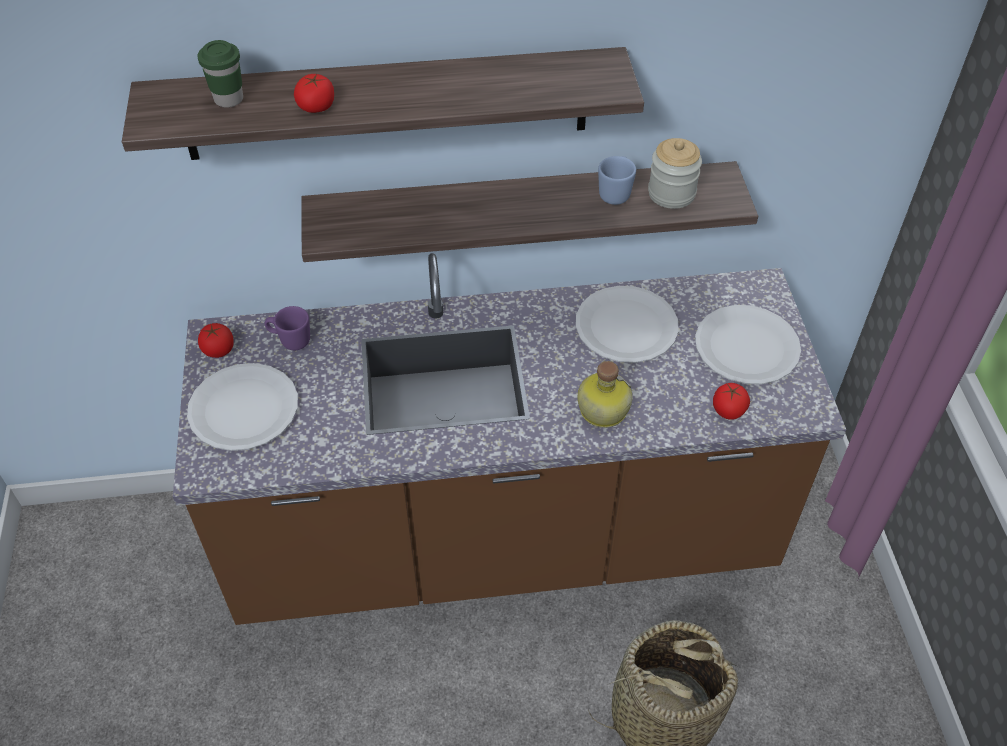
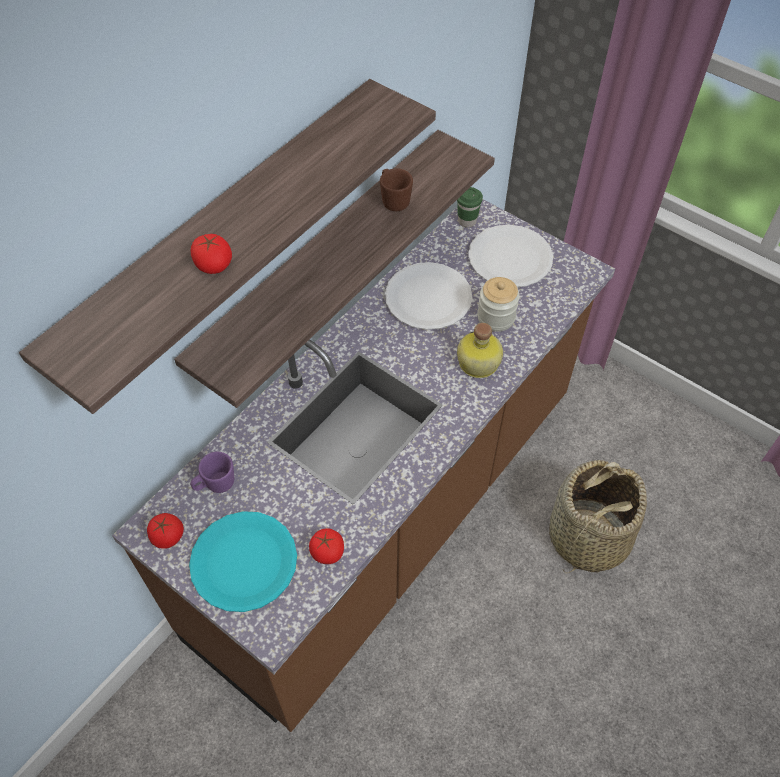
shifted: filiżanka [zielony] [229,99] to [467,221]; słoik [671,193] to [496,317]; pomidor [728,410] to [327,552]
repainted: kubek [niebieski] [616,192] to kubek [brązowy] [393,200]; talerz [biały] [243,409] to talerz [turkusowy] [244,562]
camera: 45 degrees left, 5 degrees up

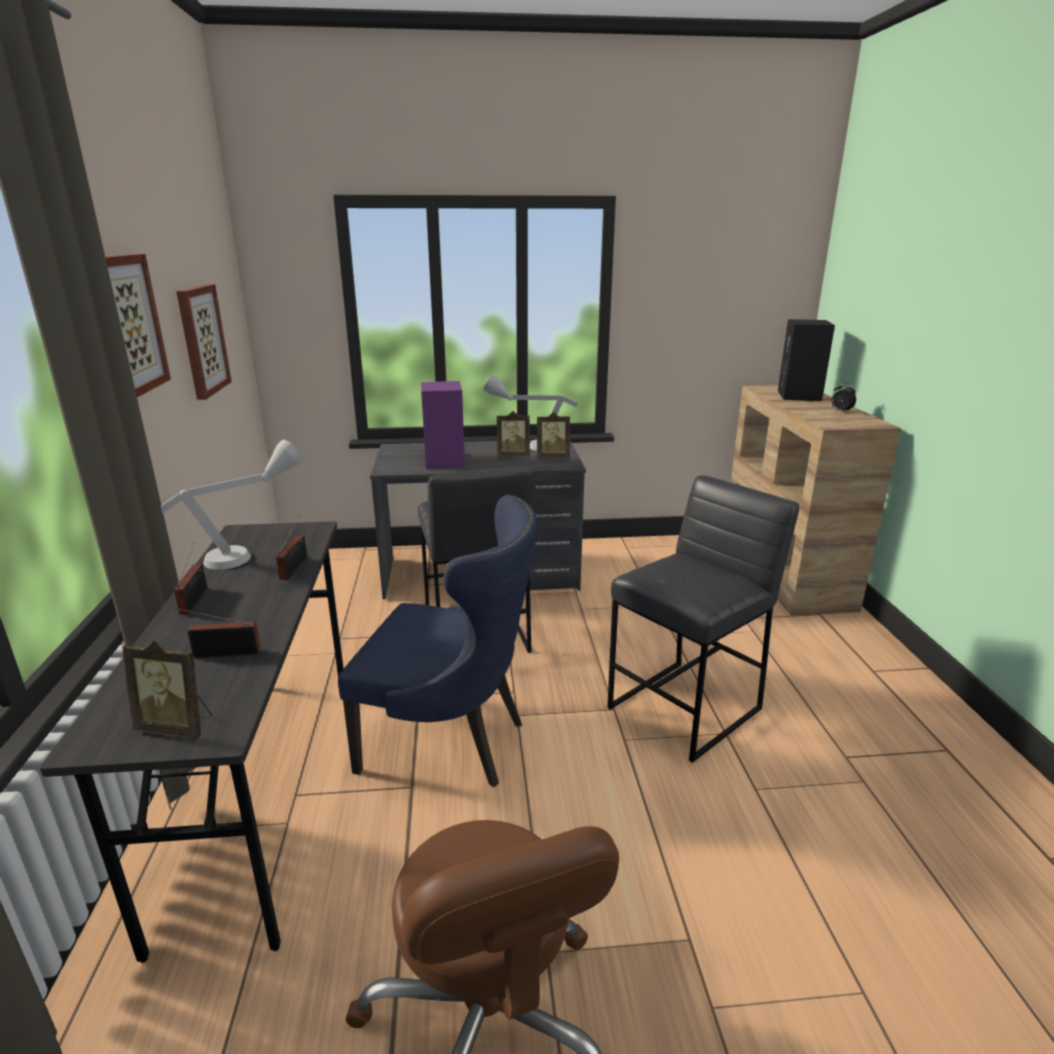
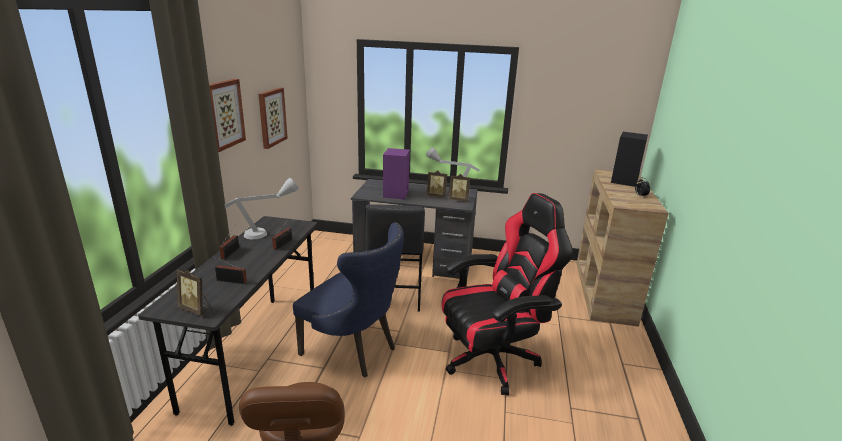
swapped: stołek [szary] [686,707] to krzesło biurowe [czarny] [491,360]
camera: 15 degrees right, 0 degrees up

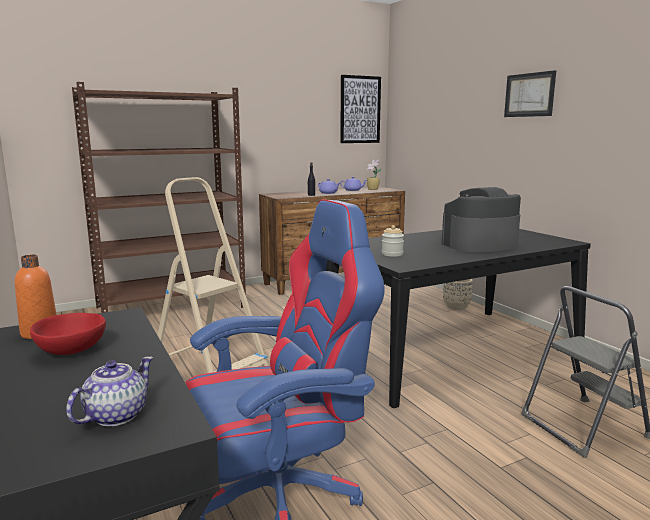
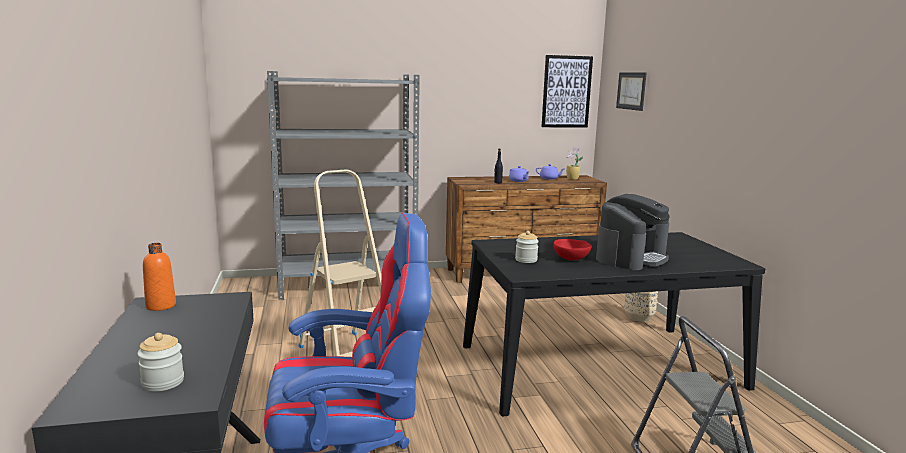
shifted: obraz [529,95] to [631,91]; miska [czerwony] [71,351] to [571,259]
swapped: imbryk [115,416] to słoik [163,382]
repainted: regał [brązowy] [171,307] to regał [szary] [347,284]
rotated: ekspres do kawy [479,245] = [631,257] 135 degrees clockwise
camera: 15 degrees right, 0 degrees up

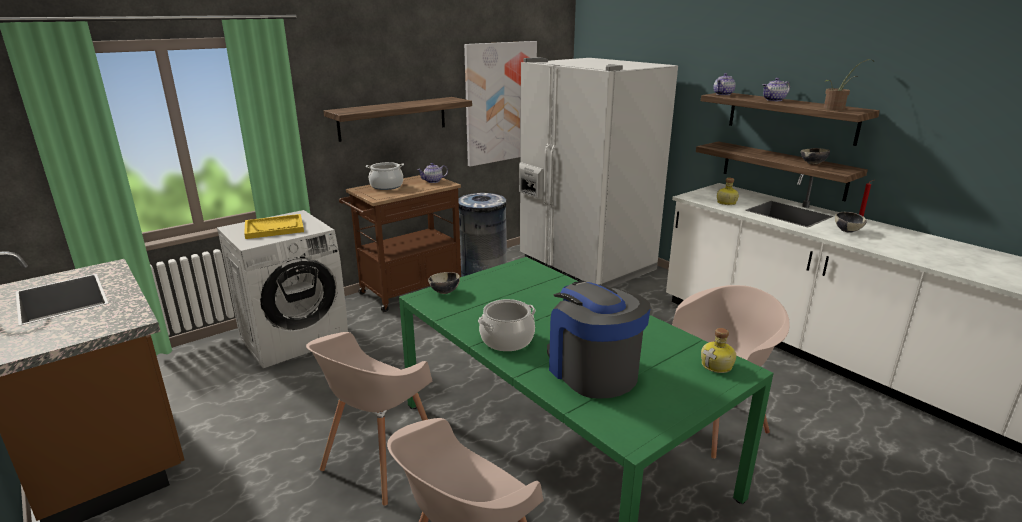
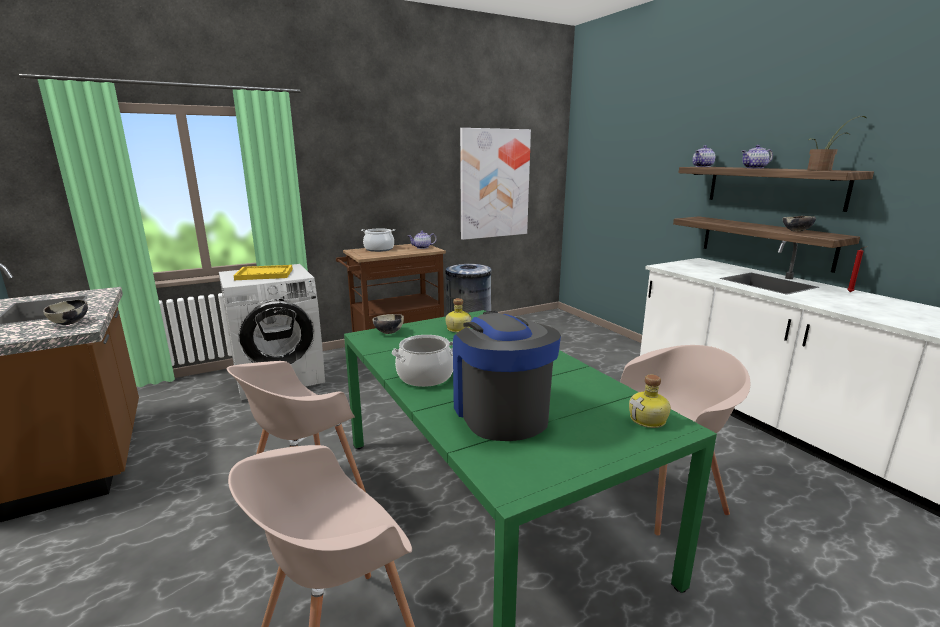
gone: lodówka [biały] [586,263]; półka [393,118]
shifted: butelka [725,202] to [457,329]; miska [847,230] to [70,323]
camera: 10 degrees right, 5 degrees down

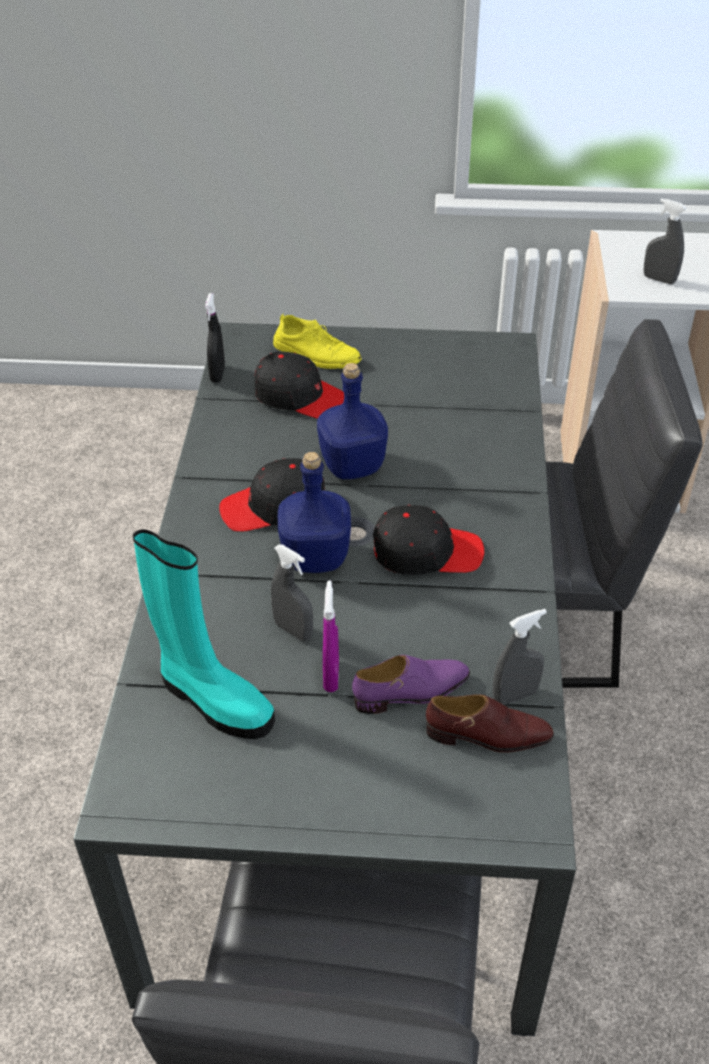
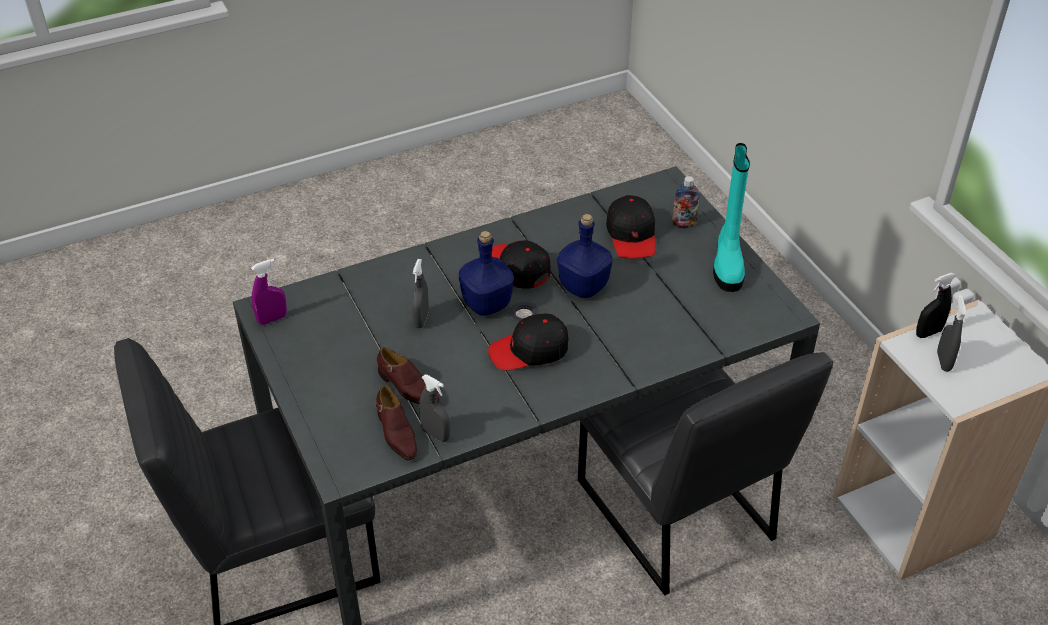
shifted: spryskiwacz [czarny] [217,374] to [928,333]; but z cholewką [turkusowy] [213,700] to [727,263]; spryskiwacz [fioletowy] [331,676] to [272,319]
swapped: but [żółty] [316,354] to butelka [683,224]
repainted: but [fioletowy] [411,692] to but [brązowy] [408,388]
rotated: czapka z daszkiem [czarny] [426,551] = [529,350] 105 degrees clockwise
camera: 60 degrees right, 0 degrees up

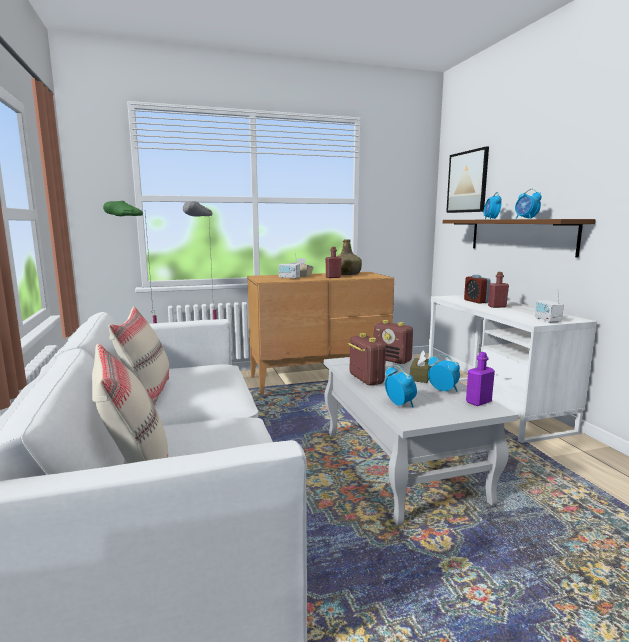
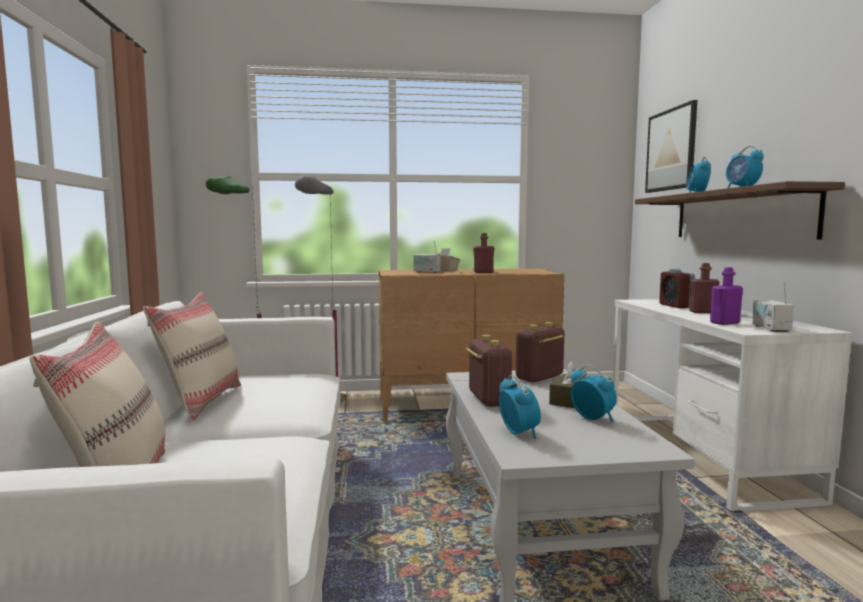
gone: butelka [zielony] [347,274]
shifted: butelka [fioletowy] [478,402] to [724,323]
rotated: radio [392,360] = [539,378] 90 degrees clockwise
camera: 10 degrees right, 5 degrees down

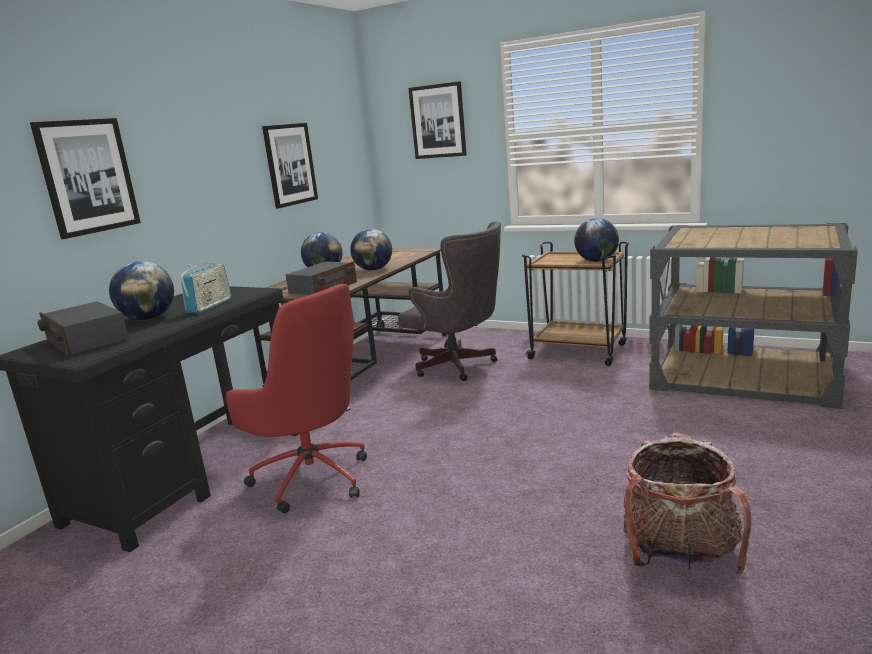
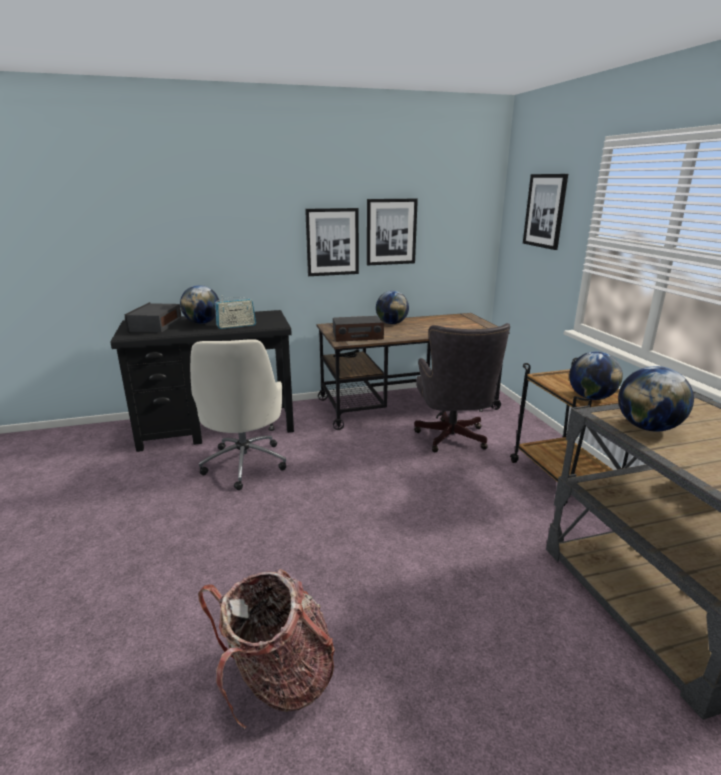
shifted: obraz [87,176] to [332,242]; globus [373,269] to [647,427]
repainted: krzesło biurowe [czerwony] [313,479] to krzesło biurowe [beżowy] [245,464]
camera: 45 degrees right, 5 degrees up

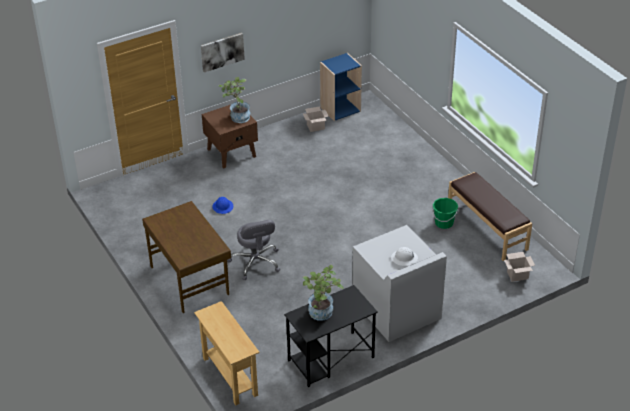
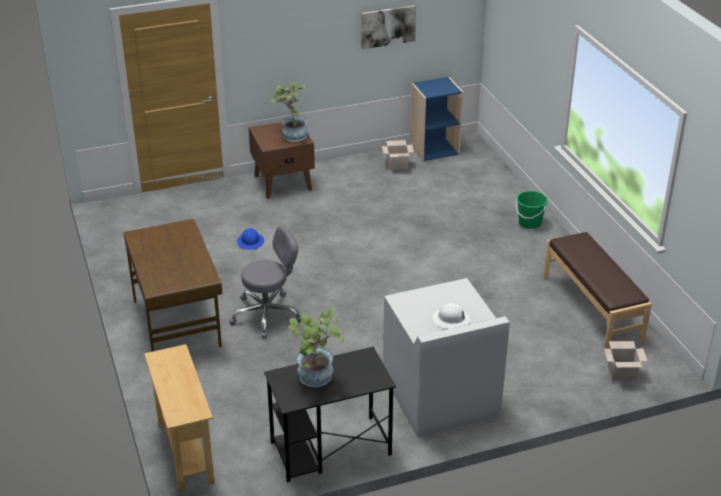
shifted: obraz [222,52] to [388,26]; wiadro [zielony] [444,223] to [529,223]
rotated: krzesło biurowe [szary] [256,264] = [269,314] 105 degrees counterclockwise
camera: 10 degrees right, 5 degrees down

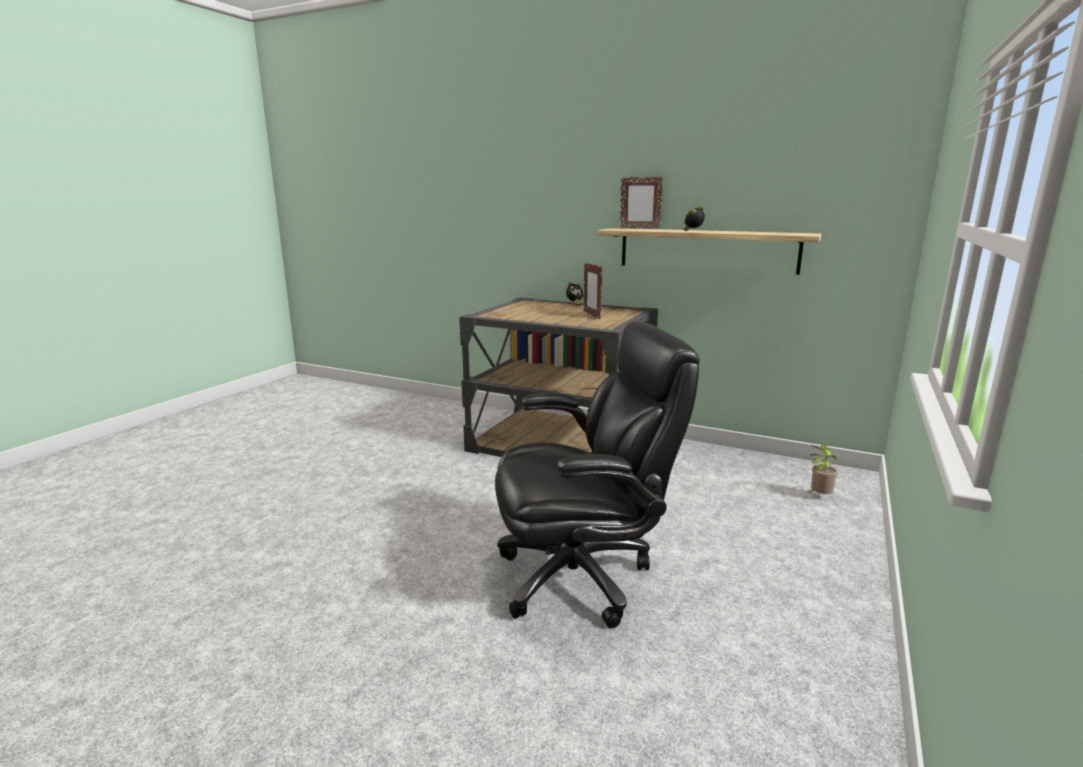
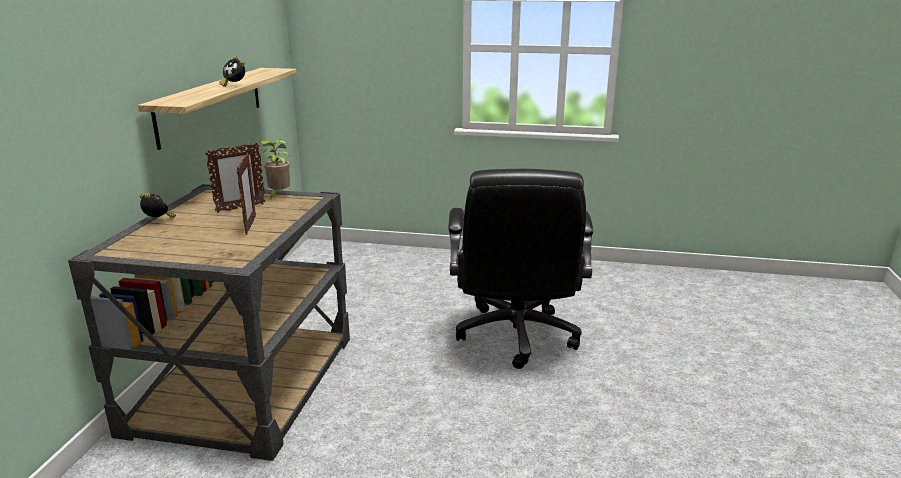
shifted: ramka na zdjęcie [639,229] to [250,225]; roślina doniczkowa [819,496] to [278,195]
rotated: krzesło biurowe [czarny] [582,577] = [515,338] 150 degrees counterclockwise
camera: 105 degrees left, 5 degrees up

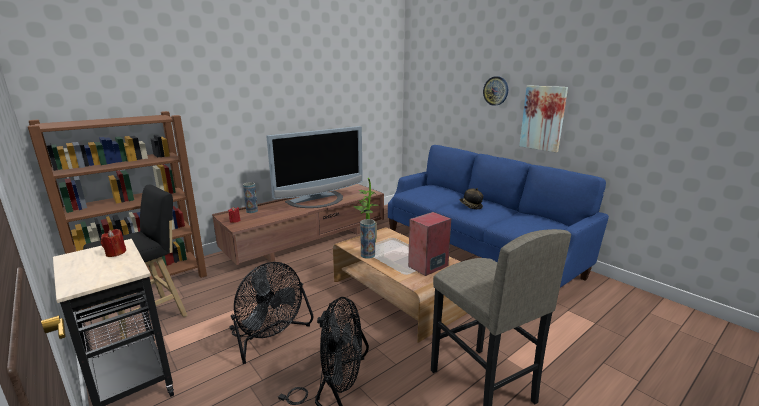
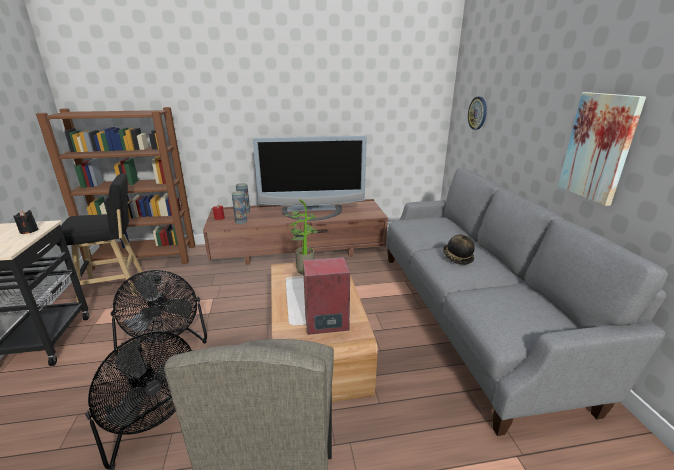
shifted: zegar ścienny [496,91] to [477,113]; wazon [368,255] to [241,221]
repainted: kanapa [niebieski] [479,250] to kanapa [szary] [471,316]; świeca [czerwony] [116,253] to świeca [czarny] [29,231]
camera: 30 degrees right, 5 degrees up

